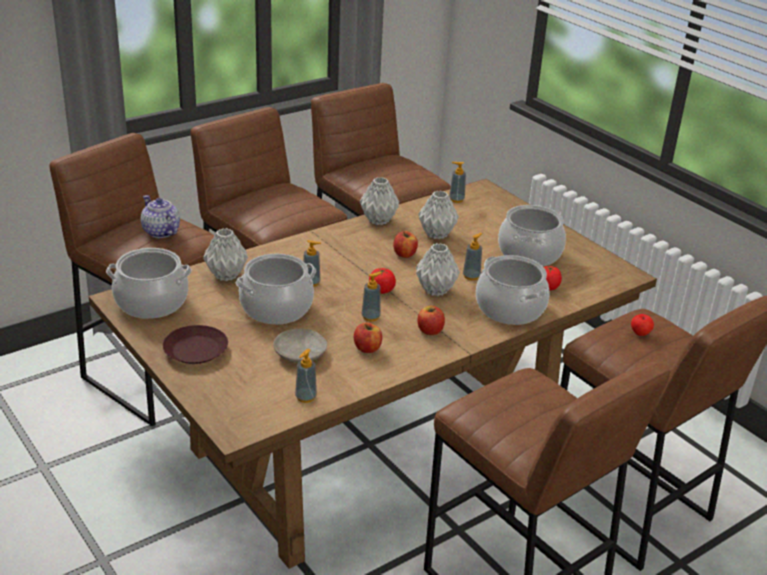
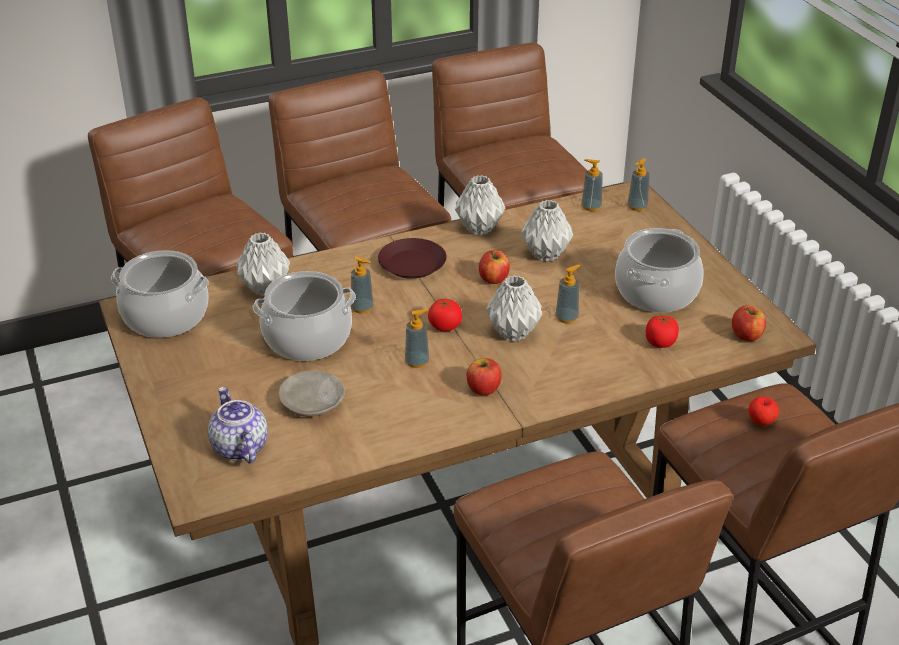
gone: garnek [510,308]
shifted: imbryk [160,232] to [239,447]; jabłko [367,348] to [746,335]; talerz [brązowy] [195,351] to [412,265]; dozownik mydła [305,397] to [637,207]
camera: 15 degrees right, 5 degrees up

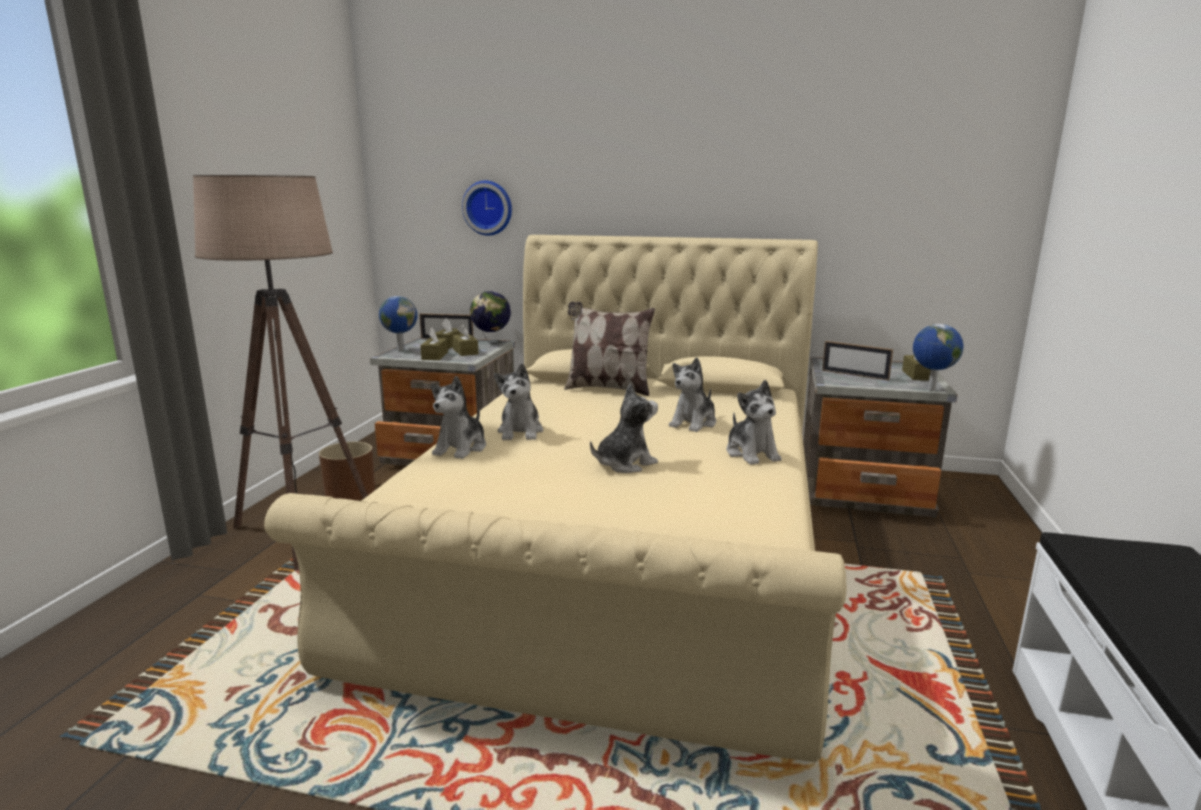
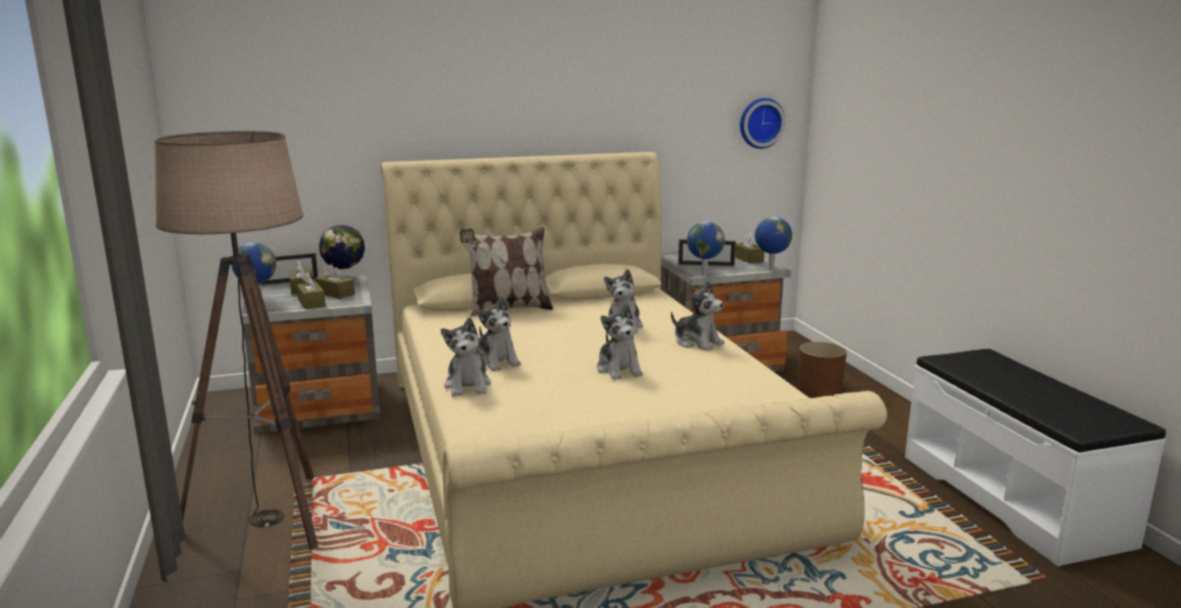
new: globus [703,275]
shifted: zegar ścienny [488,208] to [760,123]; donica [brązowy] [349,492] to [819,388]
rotated: pluszak [624,464] = [619,369] 135 degrees clockwise
camera: 30 degrees left, 0 degrees up

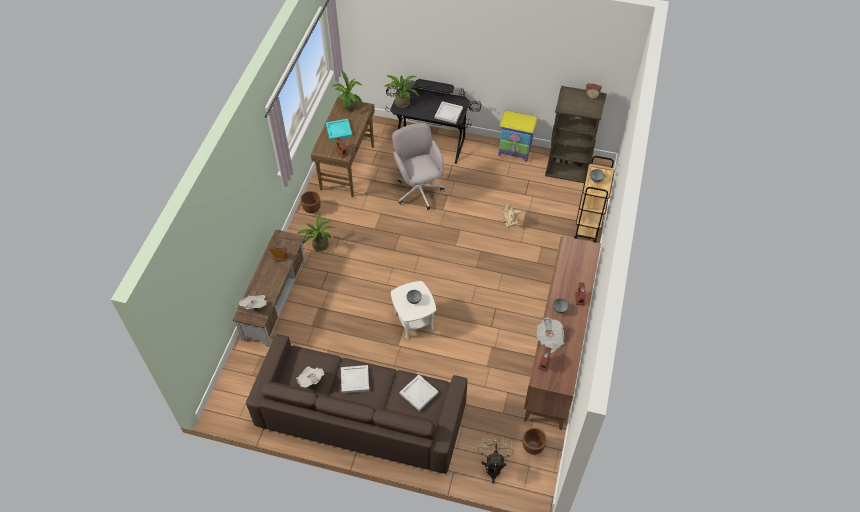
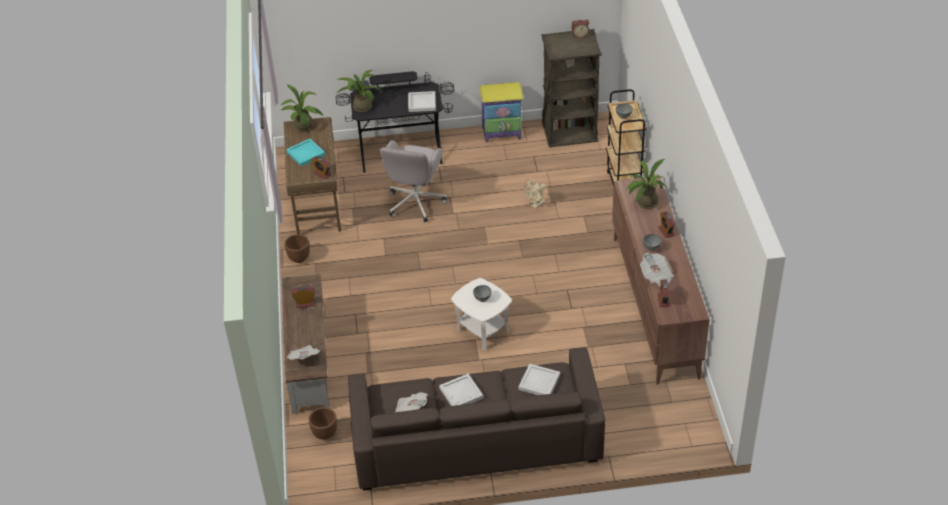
gone: wentylator [beżowy] [493,466]
shifted: roślina doniczkowa [318,245] to [644,203]; donica [brązowy] [532,447] to [324,434]
rotated: krzesło biurowe [szary] [419,191] = [415,203] 120 degrees counterclockwise
camera: 20 degrees left, 10 degrees down

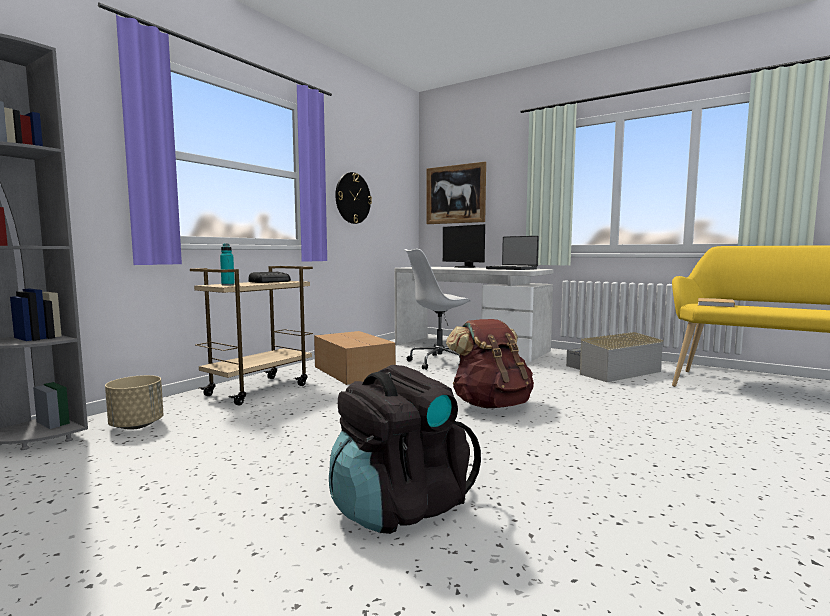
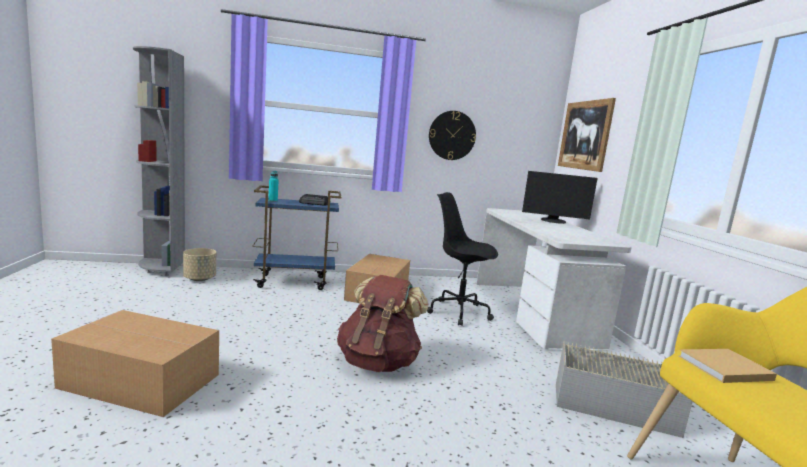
gone: laptop [512,269]
swapped: plecak [czarny] [400,506] to karton [142,382]
repainted: krzesło biurowe [biały] [437,363] to krzesło biurowe [czarny] [457,312]; wózek [beżowy] [260,389] to wózek [niebieski] [295,282]
rotated: monitor [464,267] = [553,221] 90 degrees counterclockwise
camera: 45 degrees right, 5 degrees up

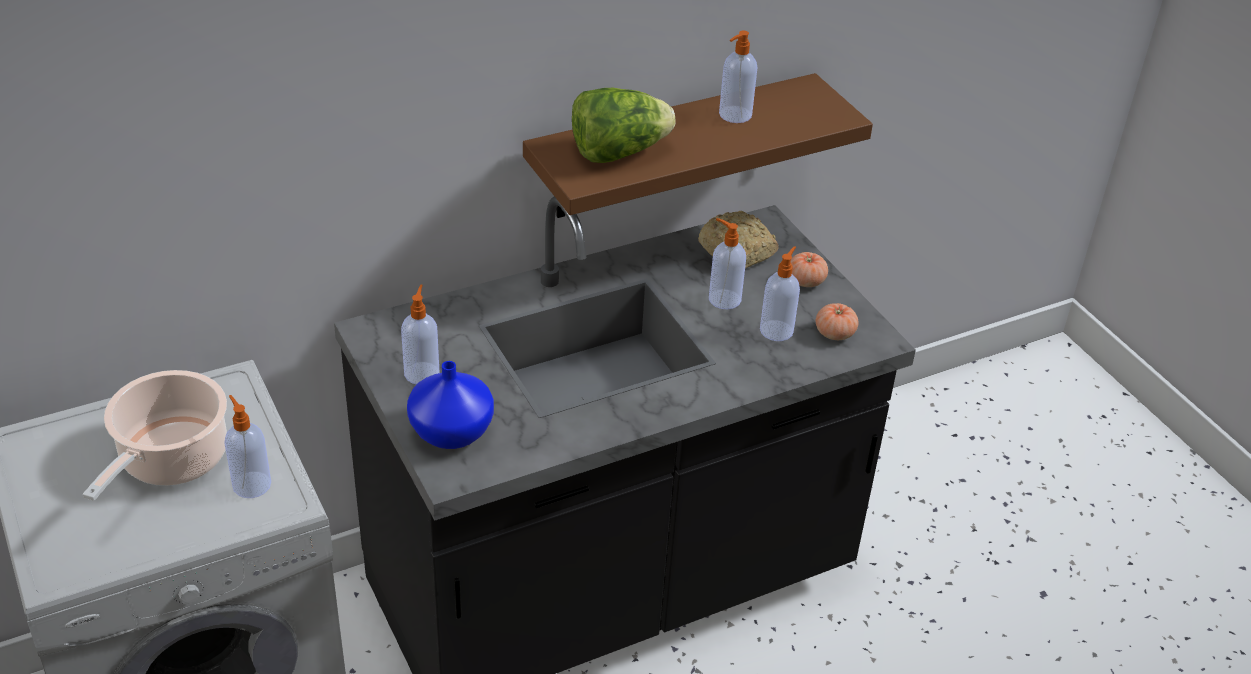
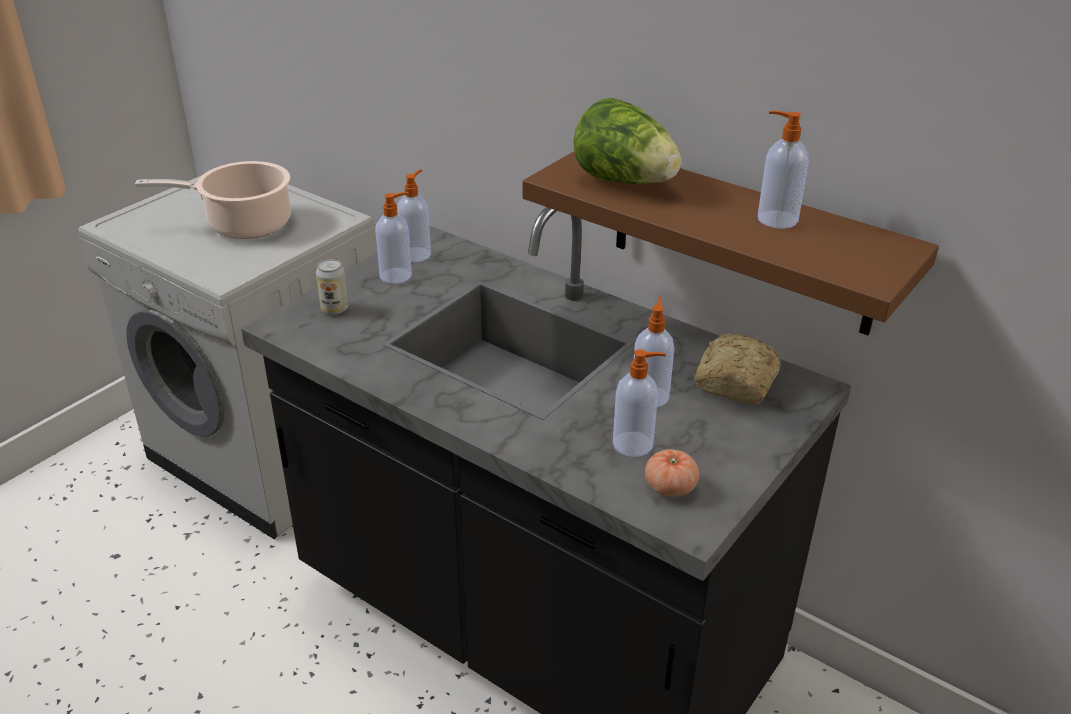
gone: pomidor [805,281]
shifted: dozownik mydła [251,484] to [416,254]
swapped: wazon [niebieski] [451,431] to puszka [334,309]
camera: 65 degrees right, 5 degrees down

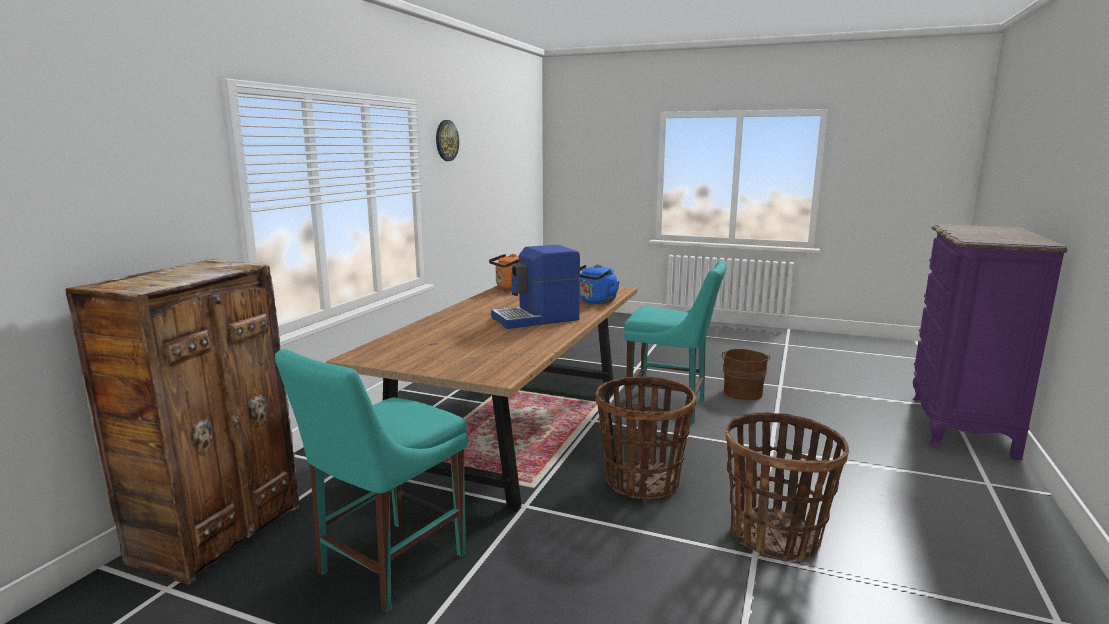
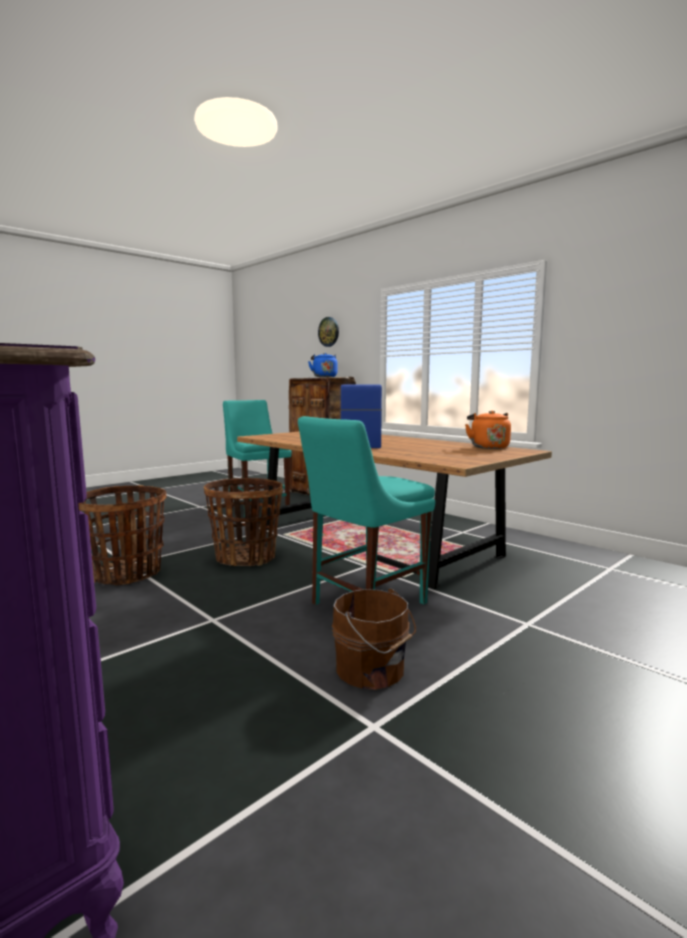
shifted: zegar ścienny [446,140] to [329,332]; czajnik [niebieski] [595,301] to [324,377]
camera: 115 degrees right, 5 degrees down

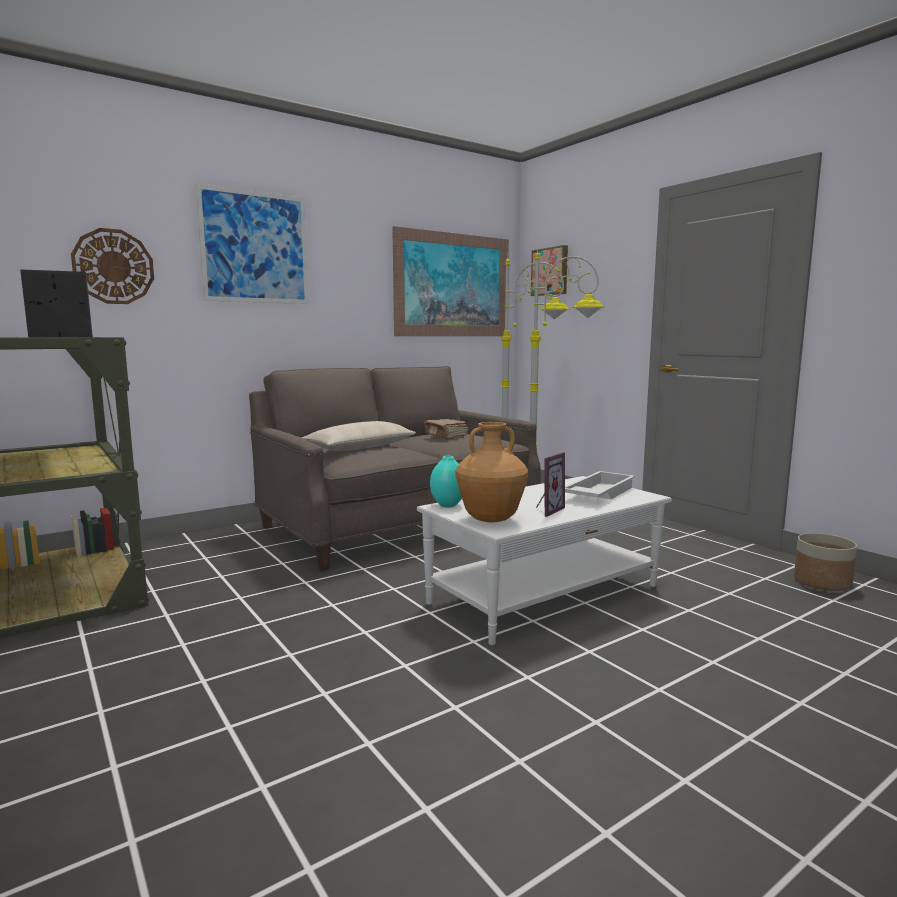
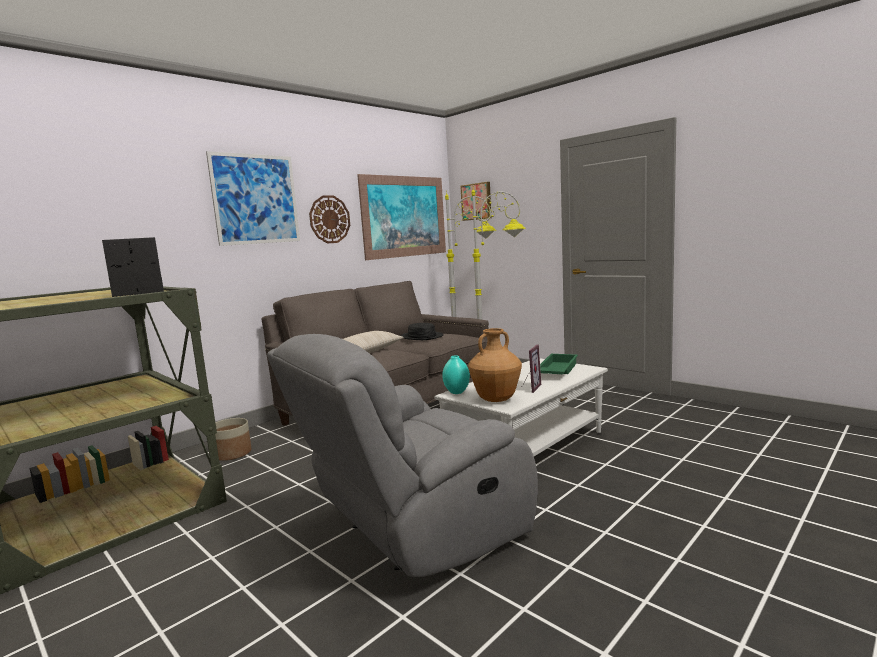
new: fotel [szary] [409,530]
shifted: zegar ścienny [113,266] to [329,219]; donica [821,582] to [232,454]
swapped: książka [brązowy] [446,436] to kapelusz [czarny] [421,336]
repainted: taca [biały] [597,493] to taca [zielony] [556,370]
camera: 10 degrees left, 0 degrees up

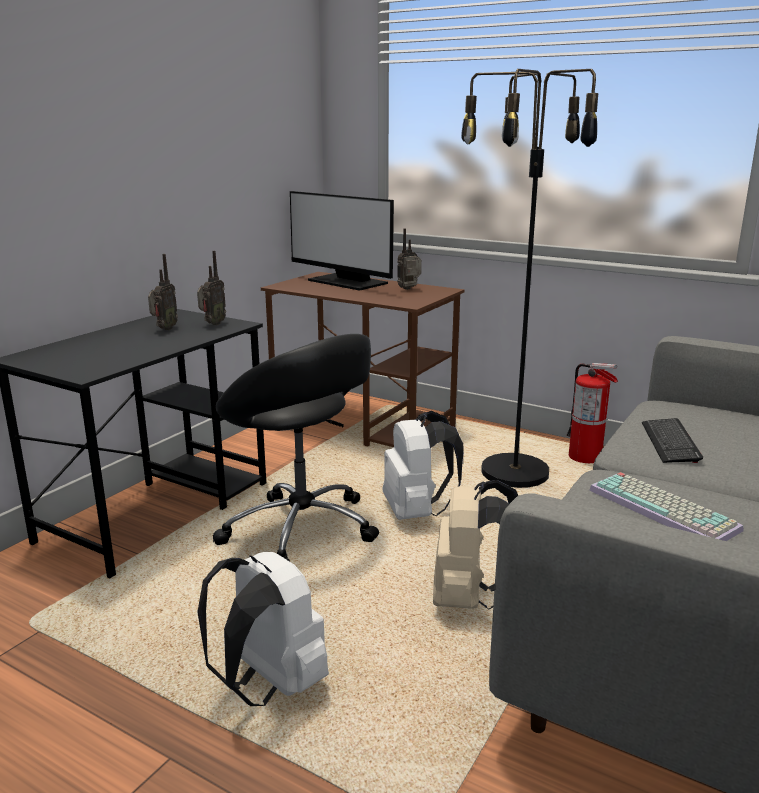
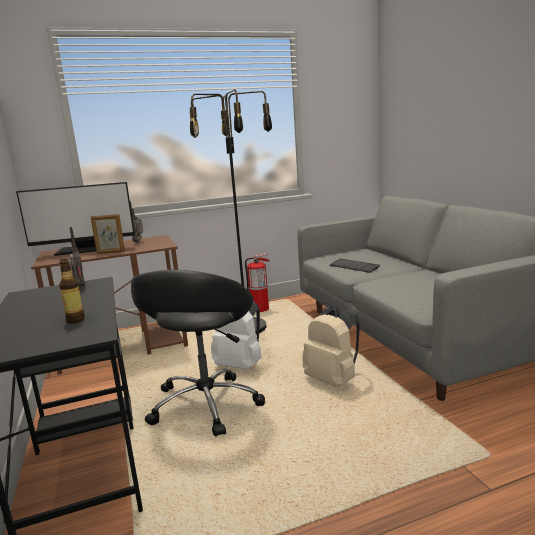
gone: radio [164,329]; klawiatura [665,509]; plecak [biały] [269,685]
new: ramka na zdjęcie [110,252]; butelka [76,320]
rotated: krzesło biurowe [czarny] [303,531] = [205,406] 105 degrees clockwise
camera: 50 degrees left, 5 degrees down

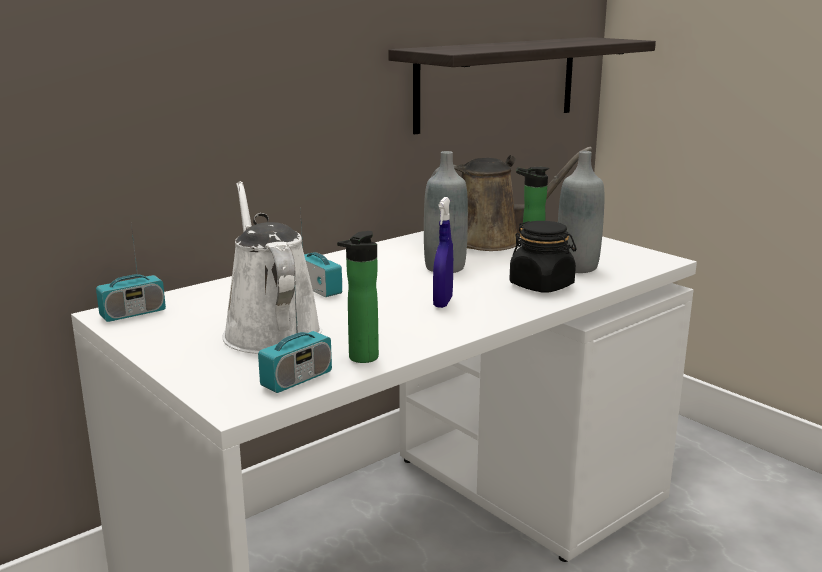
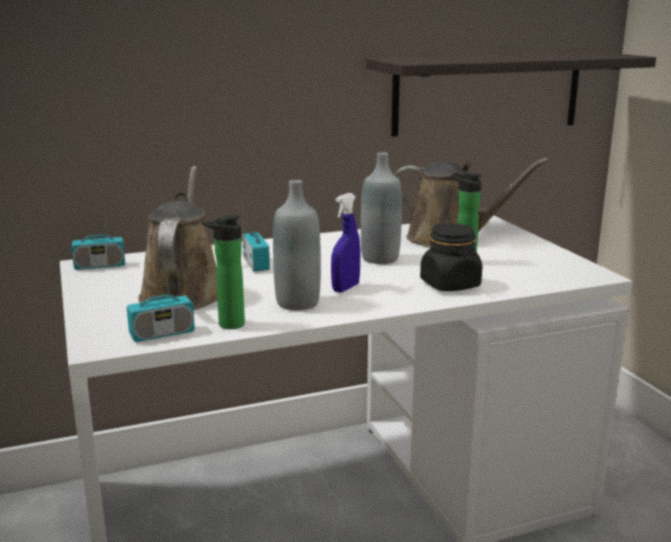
shifted: butelka [szary] [577,267] to [297,303]
repainted: konewka [biały] [270,330] to konewka [brązowy] [183,292]
camera: 20 degrees right, 0 degrees up

